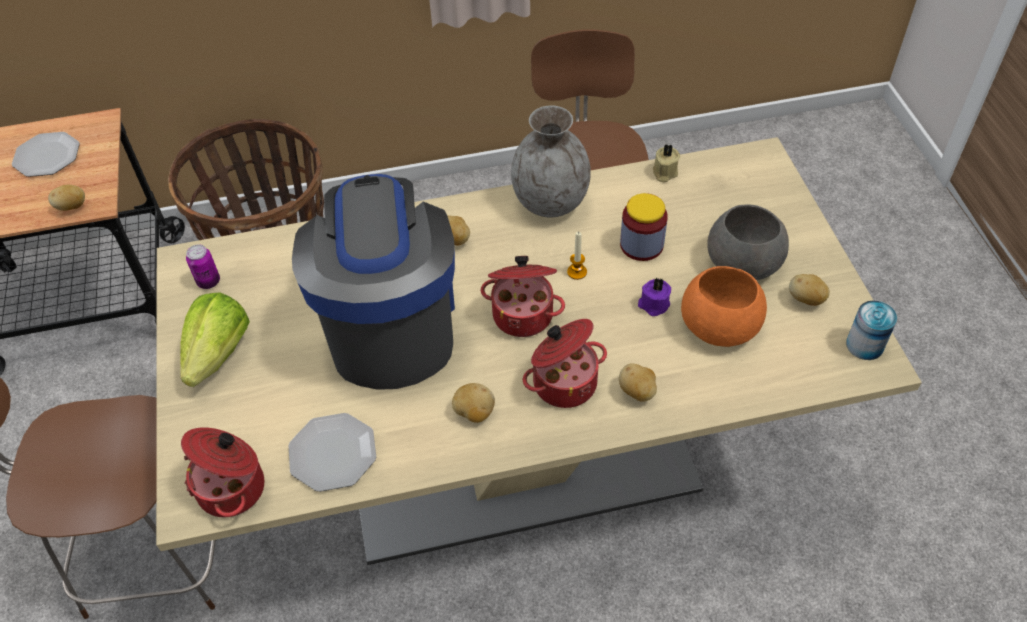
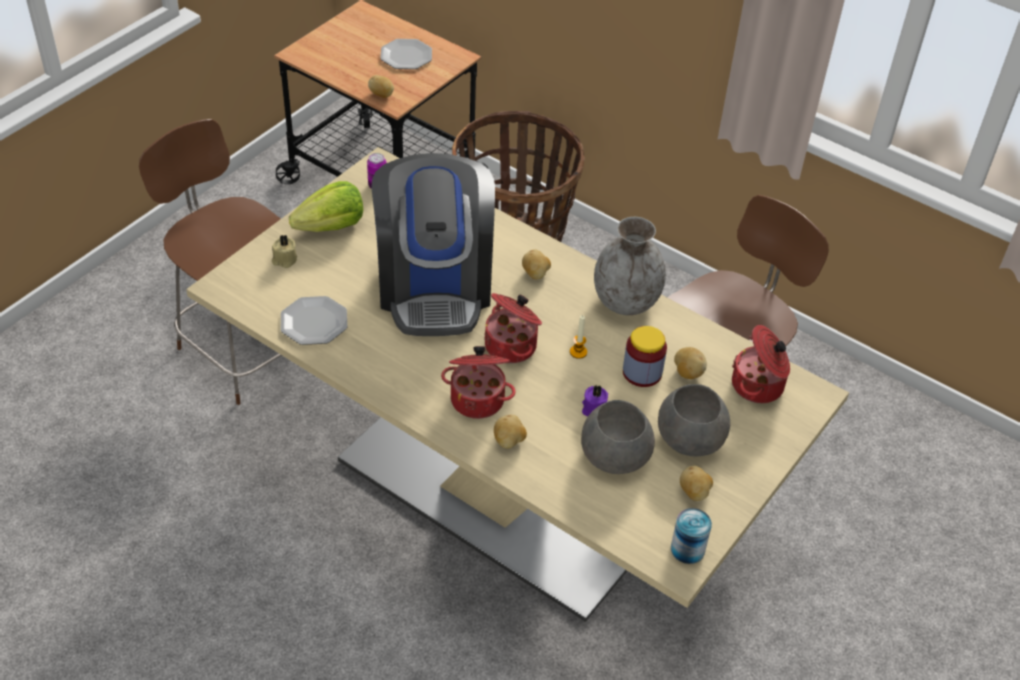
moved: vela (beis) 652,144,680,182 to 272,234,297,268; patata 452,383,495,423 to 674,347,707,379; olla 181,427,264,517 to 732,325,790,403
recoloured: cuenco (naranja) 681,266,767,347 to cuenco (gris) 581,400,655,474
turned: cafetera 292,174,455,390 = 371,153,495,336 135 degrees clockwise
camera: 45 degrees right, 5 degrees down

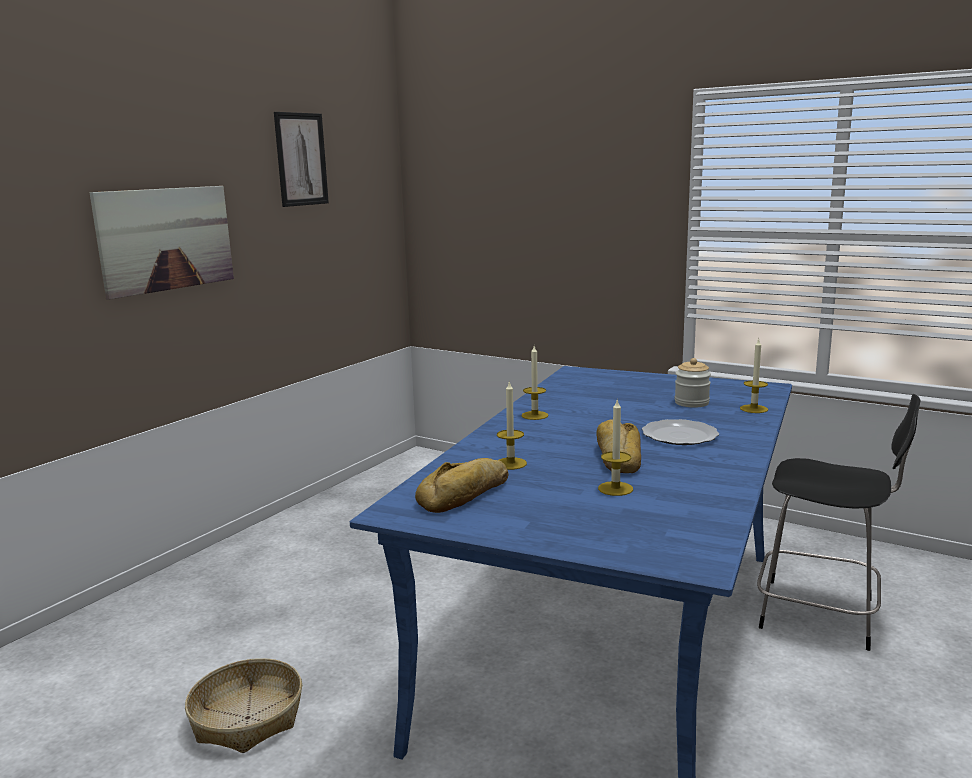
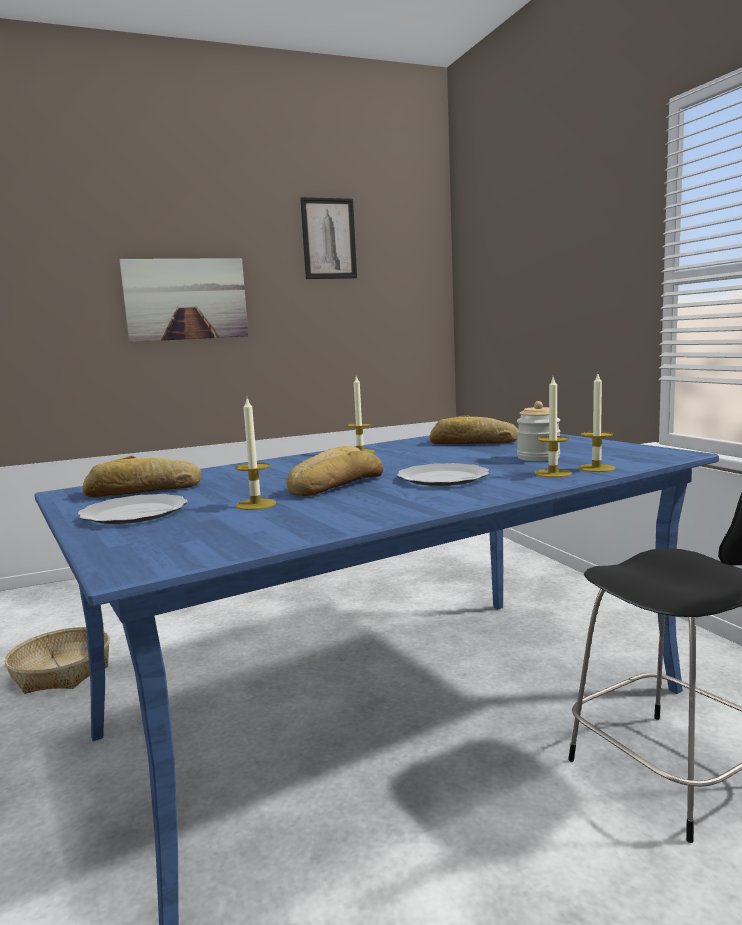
added: plato 77,494,188,524; pan 429,415,518,444
moved: vela 497,381,527,470 to 535,377,572,478
camera: 35 degrees right, 5 degrees down

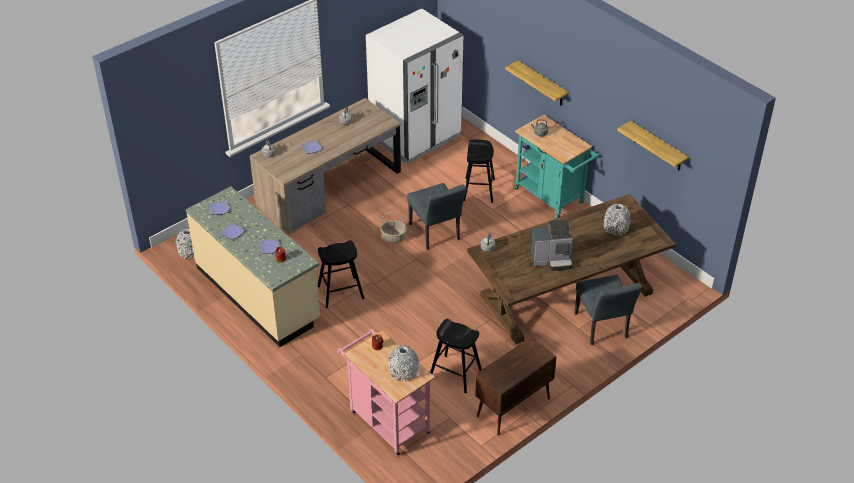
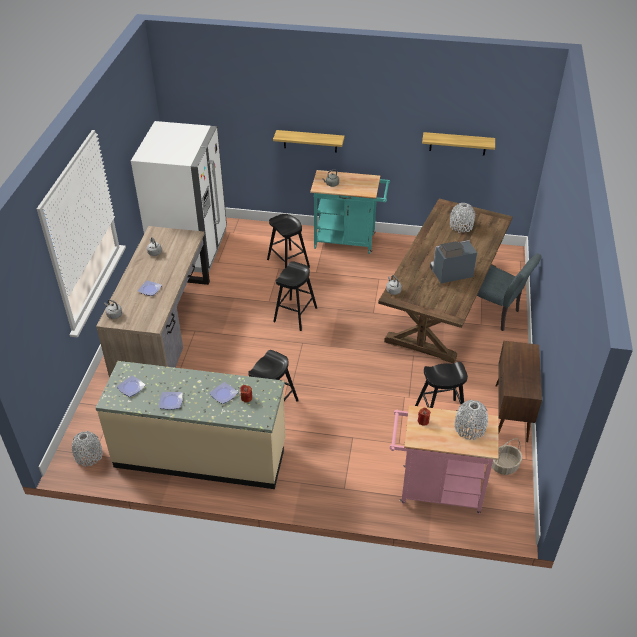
moved: cesta 380,212,407,243 to 492,438,523,475
replaced: silla (gris) 407,183,467,250 to taburete (negro) 273,261,317,331
turned: cafetera 531,219,573,271 = 430,240,477,283 150 degrees counterclockwise
camera: 40 degrees left, 0 degrees up

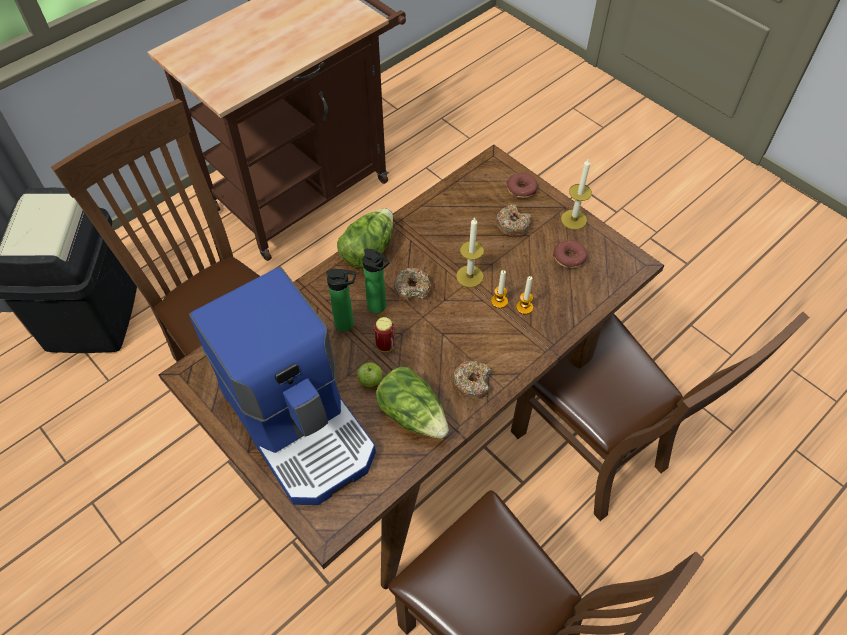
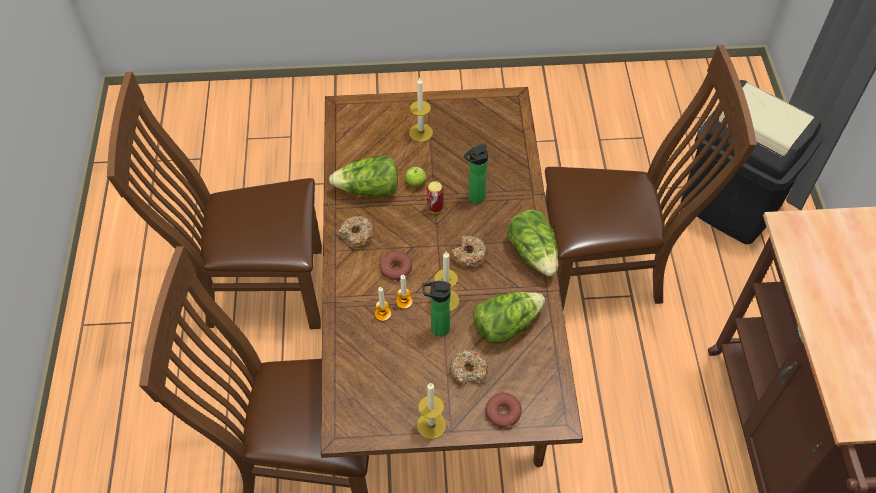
added: lechuga 473,292,545,344
moved: rosquilla 553,240,587,268 to 380,251,412,282; botella 363,248,390,314 to 422,281,451,337
replaced: cafetera 189,267,376,505 to vela 409,77,433,142
camera: 130 degrees right, 0 degrees up

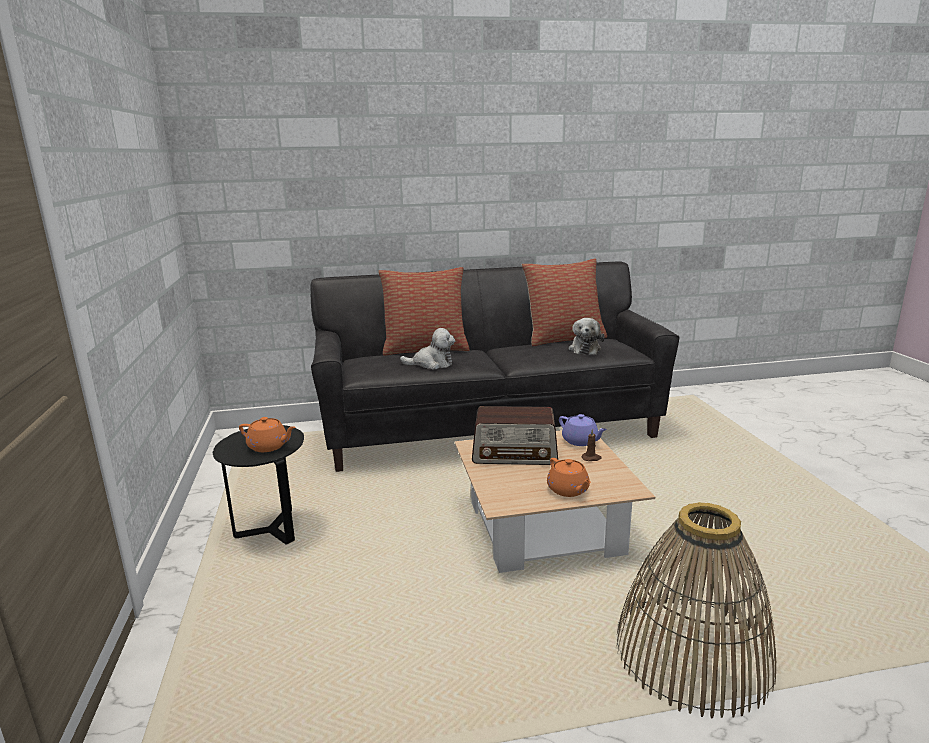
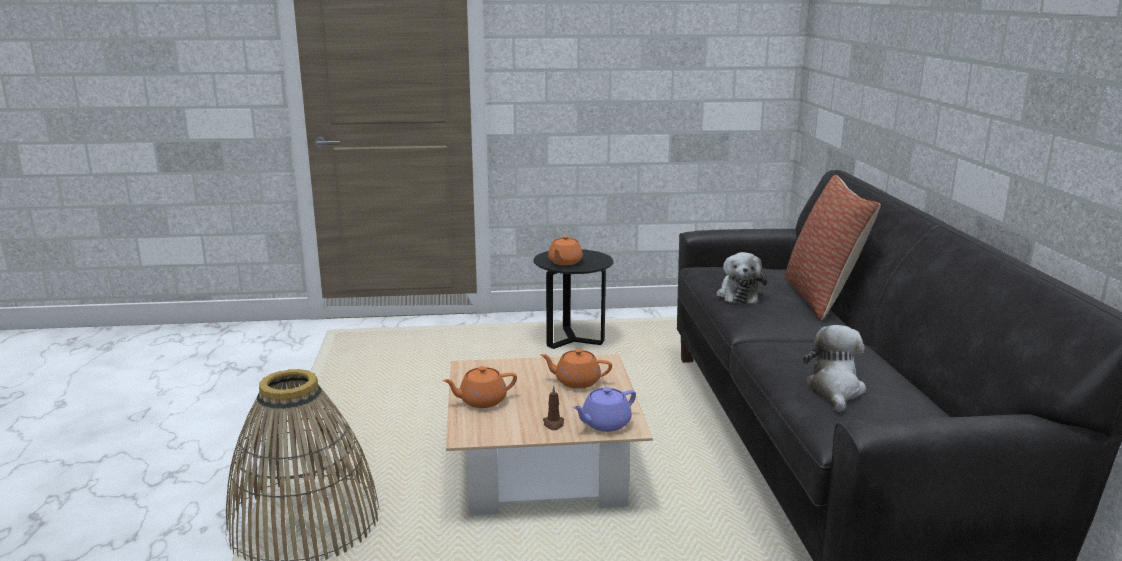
removed: cojín 522,259,607,346
replaced: radio 472,406,558,465 to tetera (naranja) 540,349,612,389
turned: peluche 568,318,605,355 = 803,325,866,412 90 degrees clockwise
camera: 95 degrees right, 0 degrees up

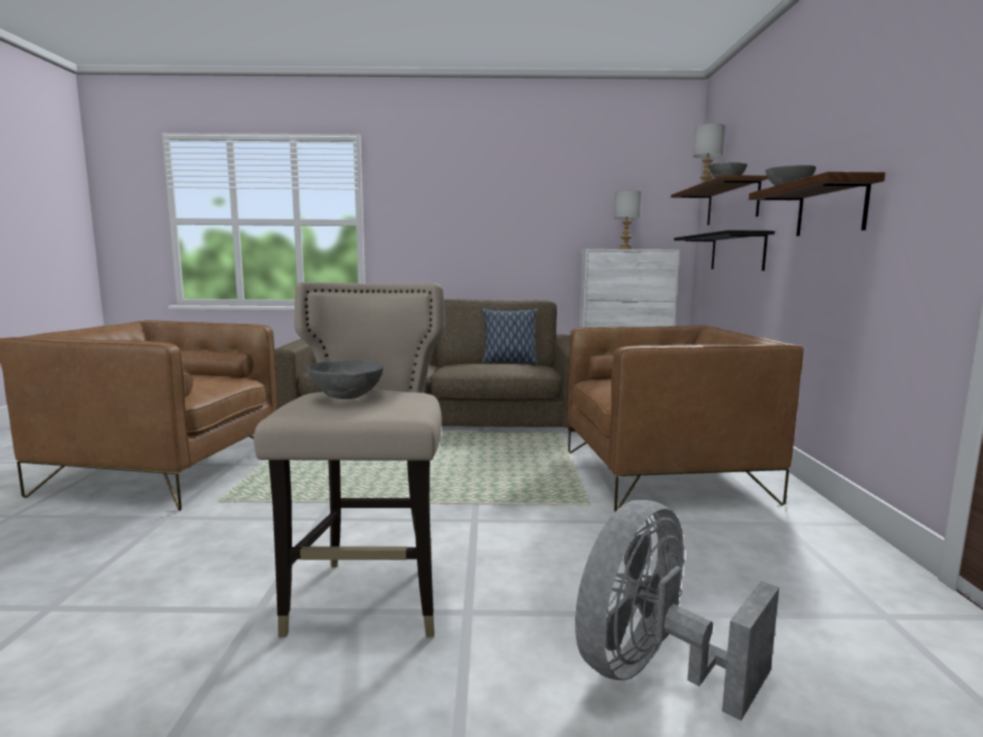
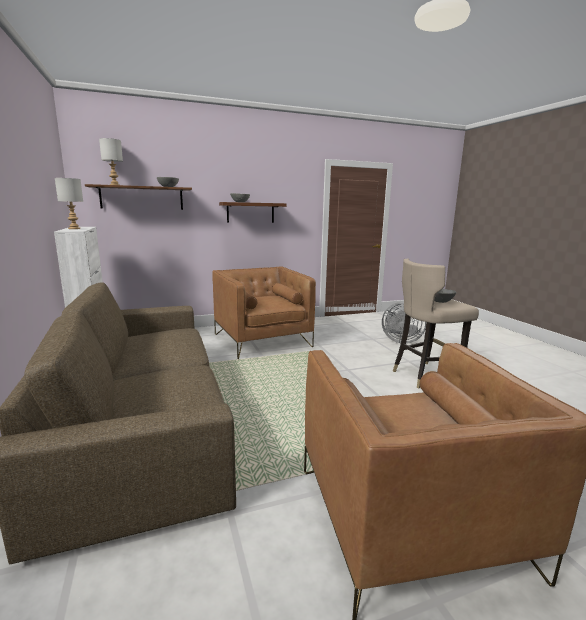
removed: cojín 481,309,538,364; estante (negro) 674,230,775,271
camera: 110 degrees left, 5 degrees up

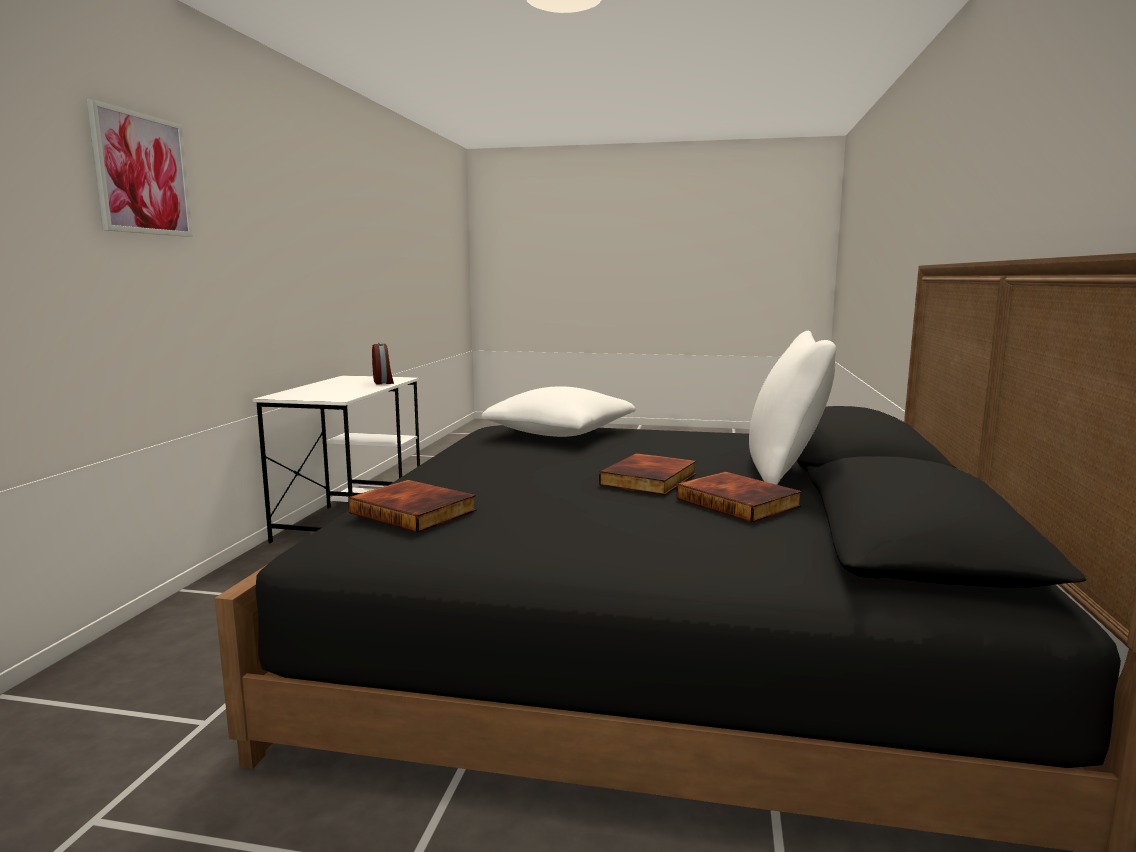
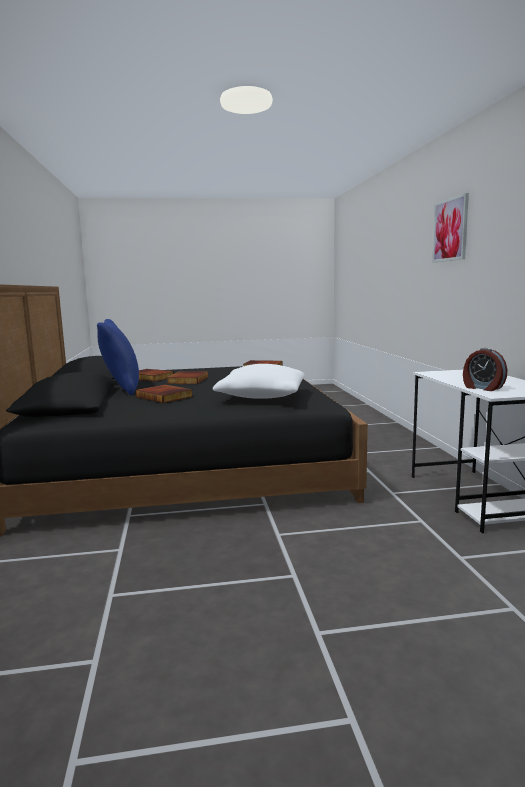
added: libro 136,385,193,403
recoloured: cojín (blanco) 749,331,836,485 to cojín (azul) 97,319,139,395
camera: 160 degrees right, 0 degrees up

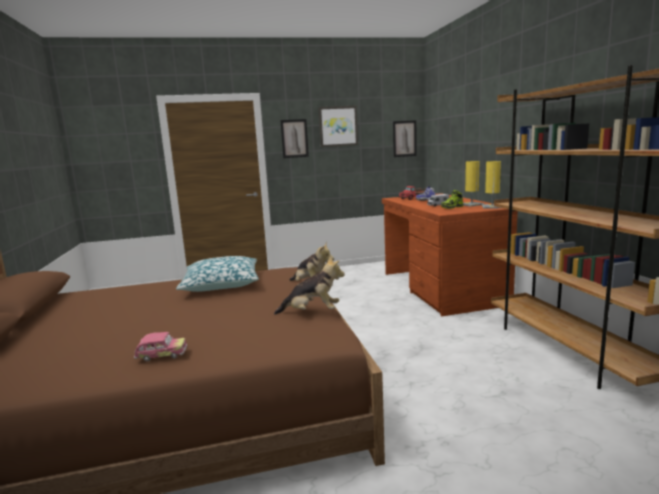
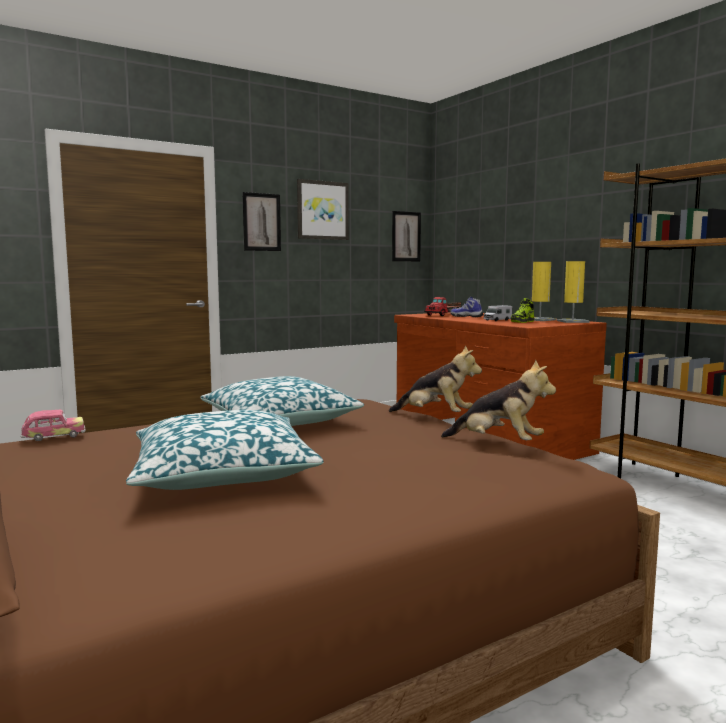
added: cojín 126,410,324,490
moved: coche de juguete 133,332,187,361 to 20,410,86,441
turned: peluche 274,256,345,315 = 441,360,556,440 45 degrees clockwise
camera: 20 degrees left, 5 degrees down

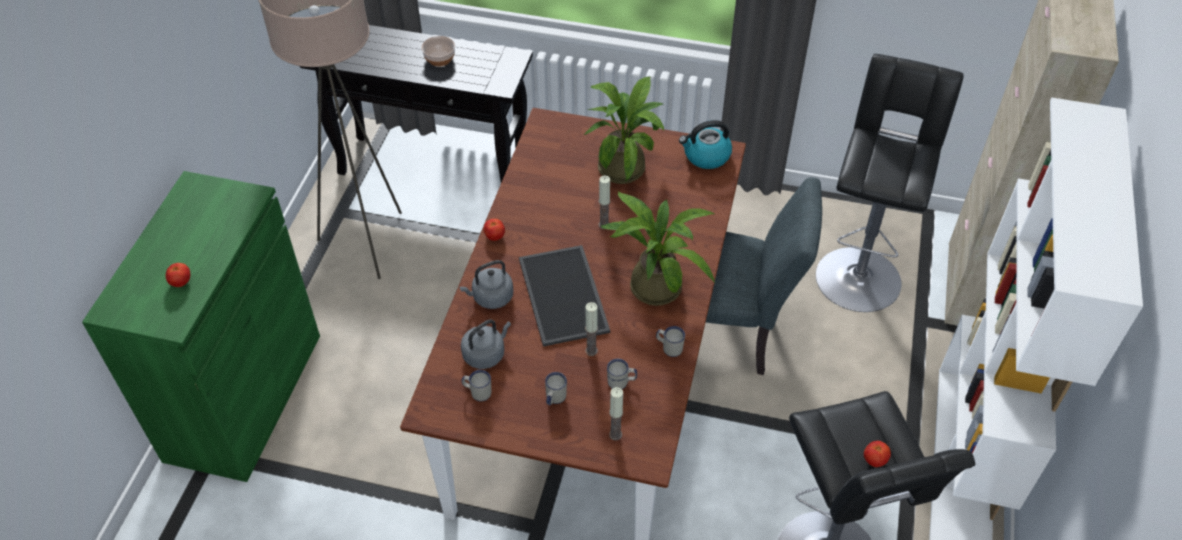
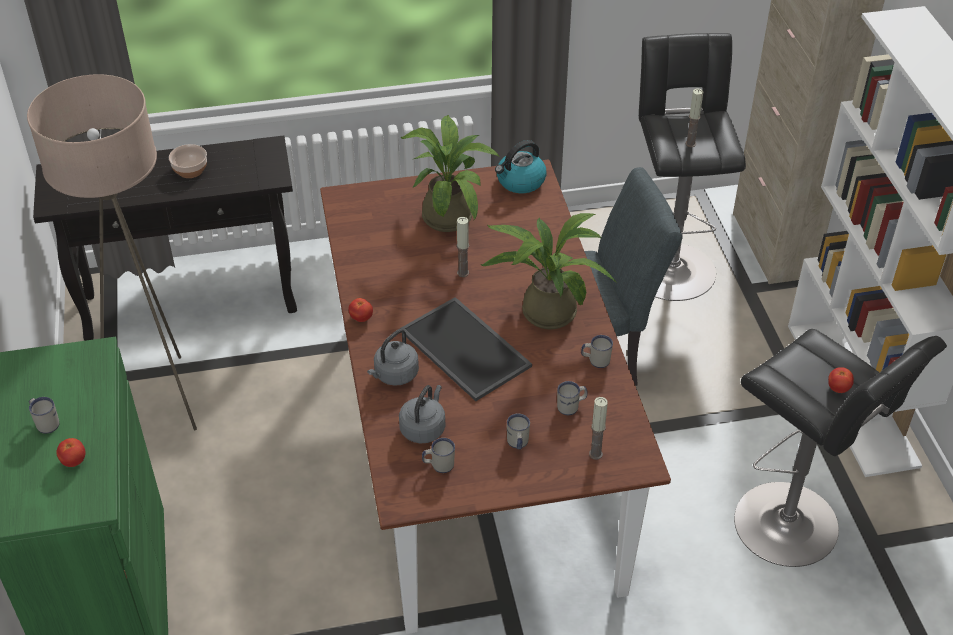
added: taza grande (blanco) 29,397,60,434
moved: vela 585,302,598,356 to 685,89,704,147
camera: 25 degrees left, 5 degrees down

